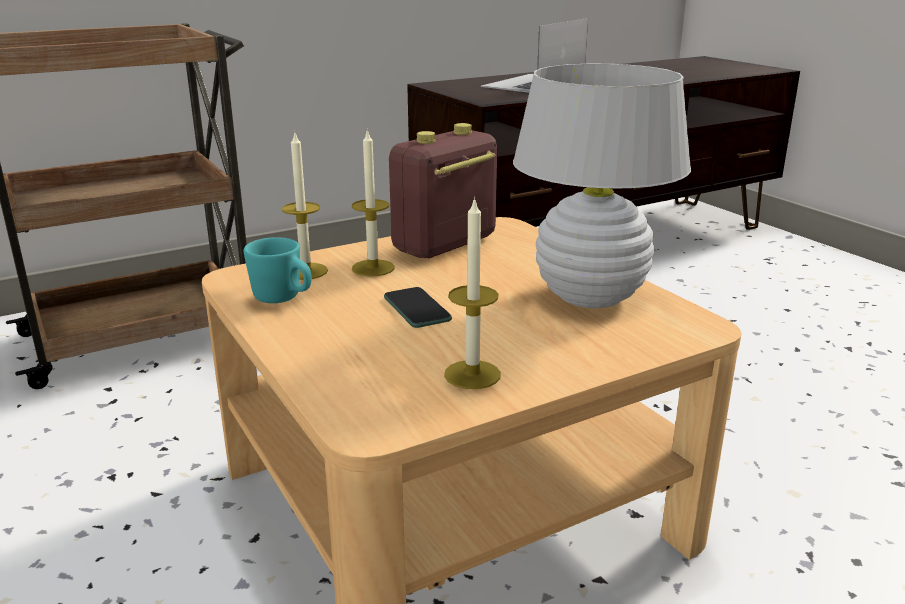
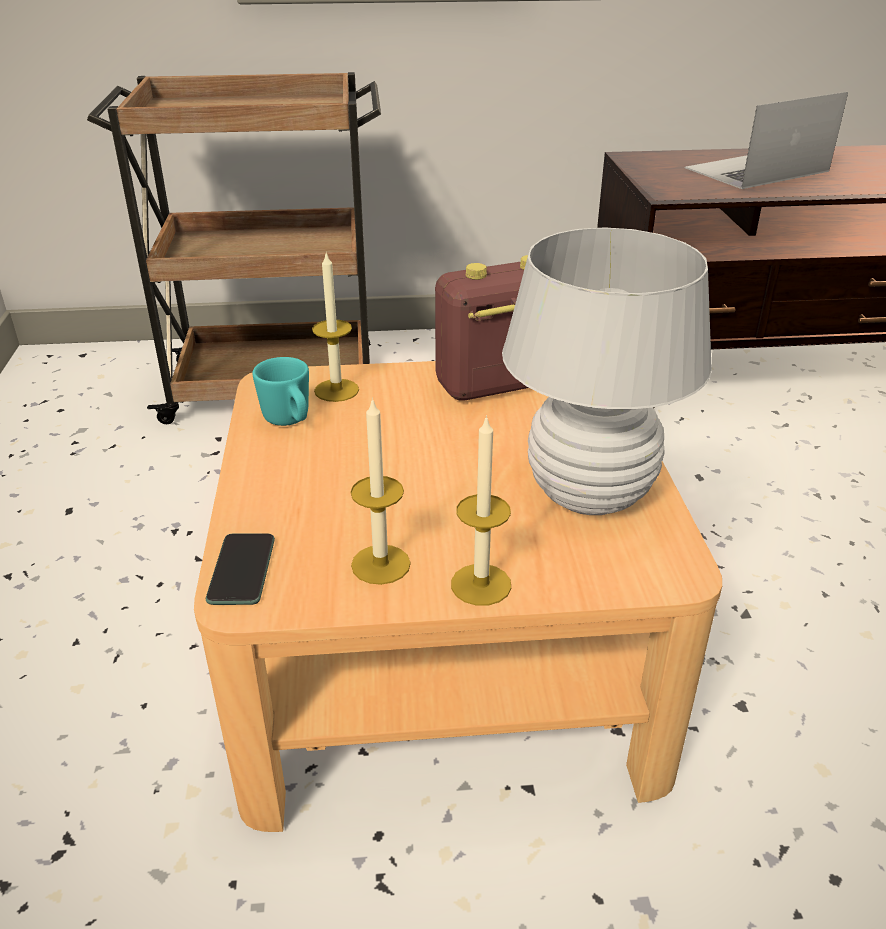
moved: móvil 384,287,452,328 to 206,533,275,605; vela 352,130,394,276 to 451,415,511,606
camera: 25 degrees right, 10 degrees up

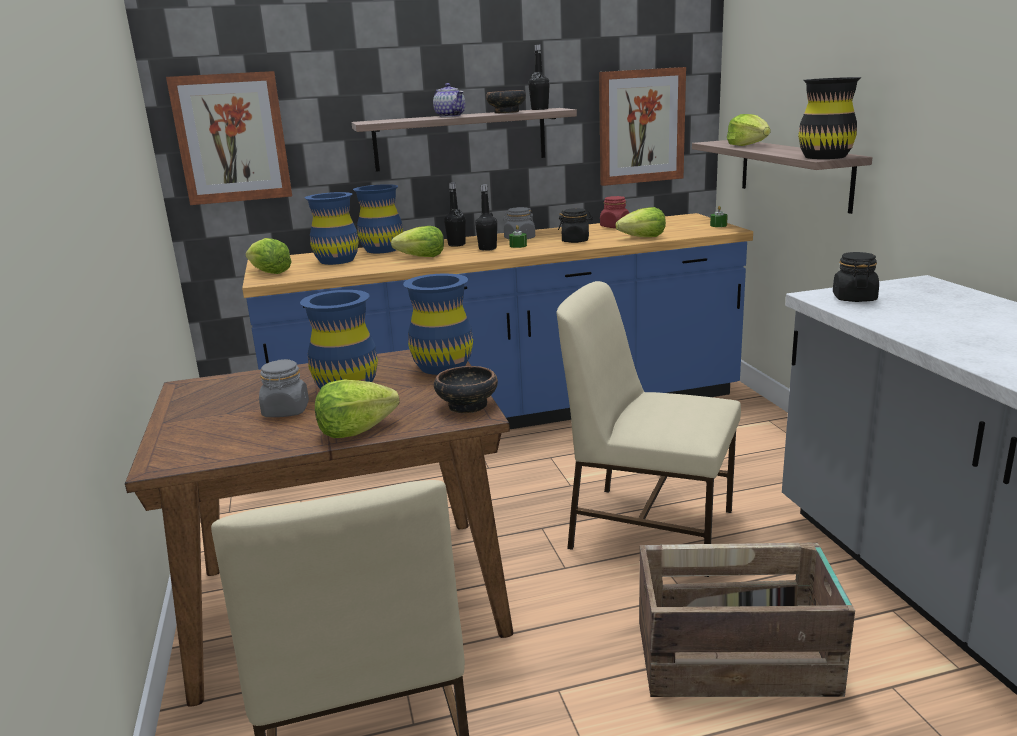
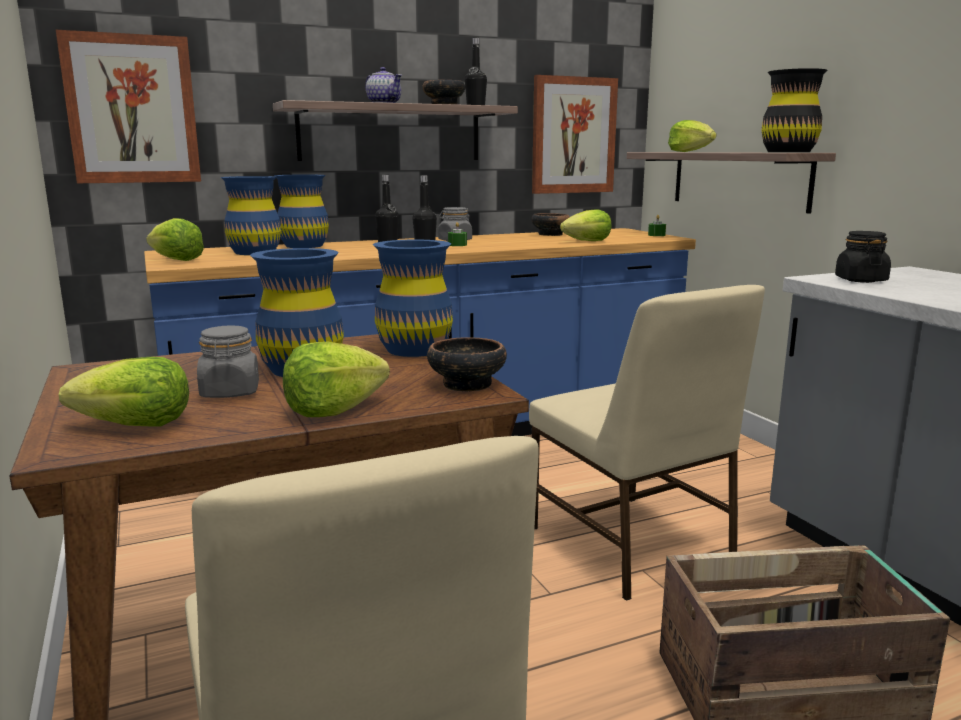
removed: tarro (negro) 558,208,593,243
moved: lechuga 391,226,444,257 to 59,357,189,427
replaced: tarro (rojo) 600,196,629,228 to cuenco 531,213,569,236
turned: silla (beis) 557,281,741,577 = 529,285,765,601 135 degrees counterclockwise
camera: 10 degrees left, 5 degrees down

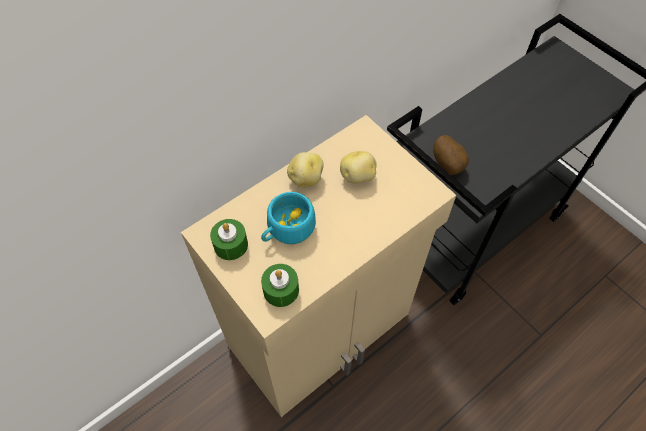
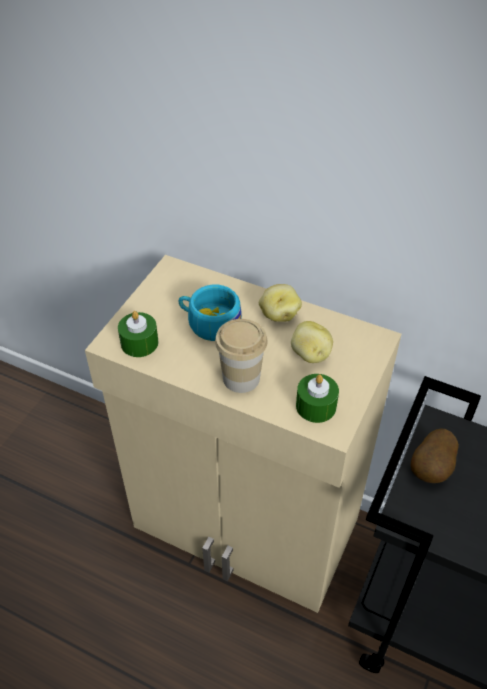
added: taza 215,319,268,393
moved: vela (verde) 210,219,248,260 to 296,374,339,423
camera: 65 degrees right, 10 degrees down

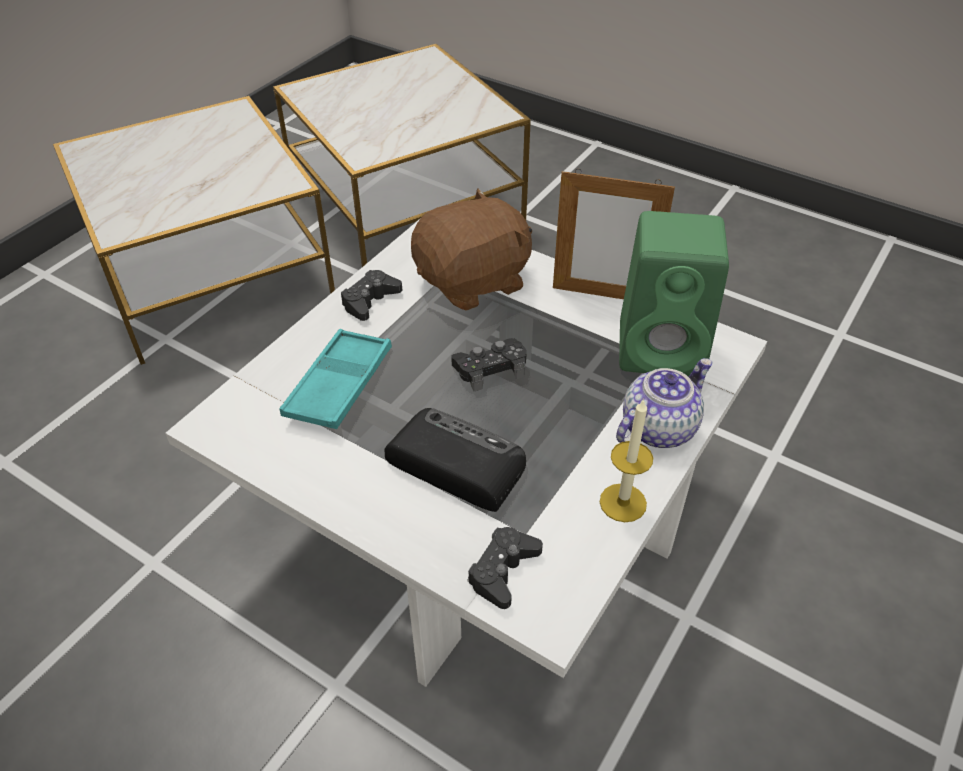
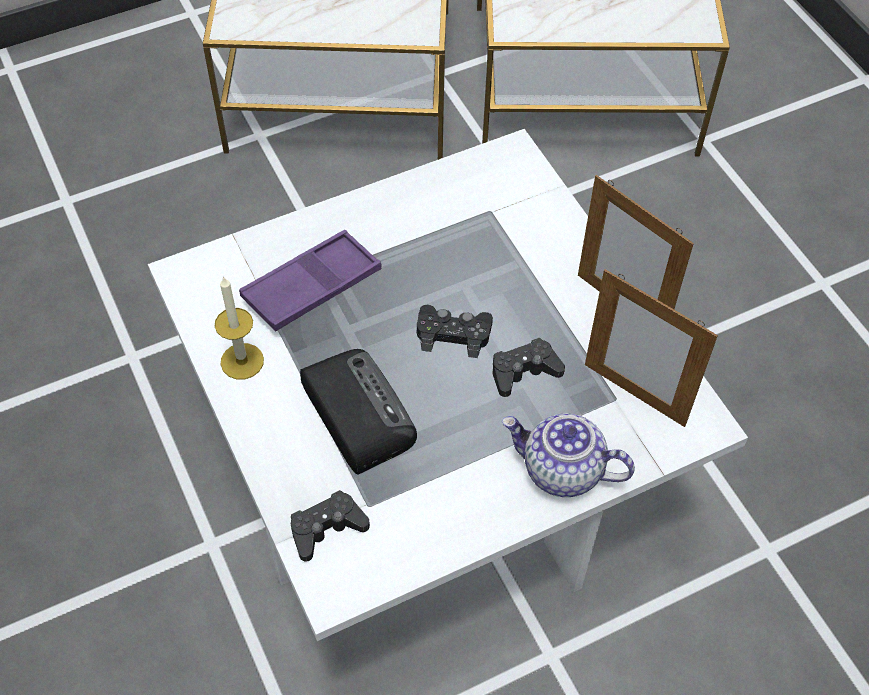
removed: peluche (marrón) 411,188,532,311
moved: vela 600,399,653,522 to 215,276,264,379; mando de consola (negro) 341,270,402,321 to 493,338,565,397
replaced: altavoz (verde) 619,211,729,377 to portarretratos 585,269,718,427
recoloured: bandeja (turquesa) 279,329,392,429 to bandeja (morado) 239,230,381,331
turned: tetera 616,358,712,448 = 501,413,635,497 150 degrees counterclockwise
camera: 30 degrees right, 10 degrees up

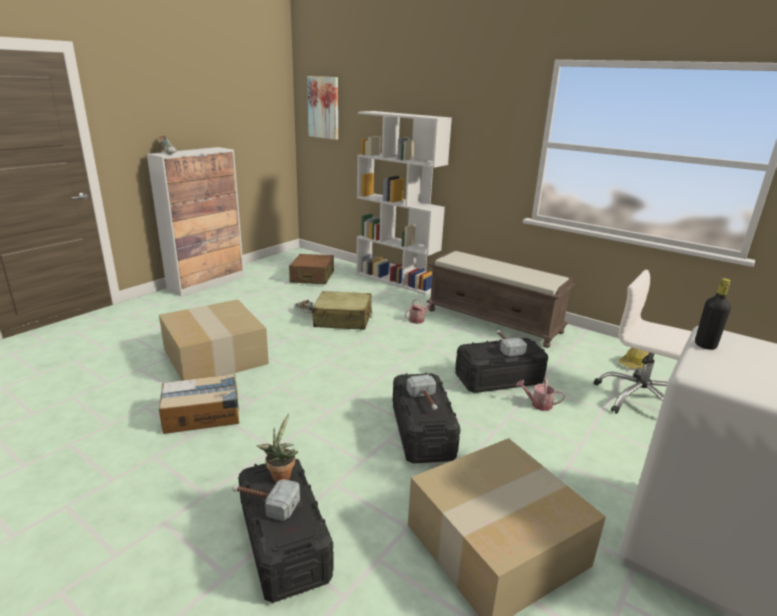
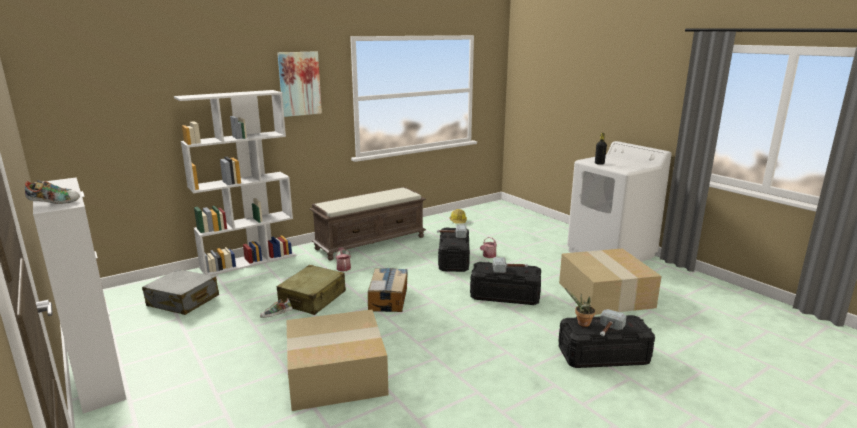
removed: silla de oficina (blanco) 593,270,692,414
moved: cuadro 307,76,338,140 to 277,51,322,117; caja de cartón 159,374,239,434 to 368,268,408,312
recoloured: maleta (marrón) 289,254,334,284 to maleta (gris) 142,269,219,315
camera: 70 degrees left, 5 degrees down

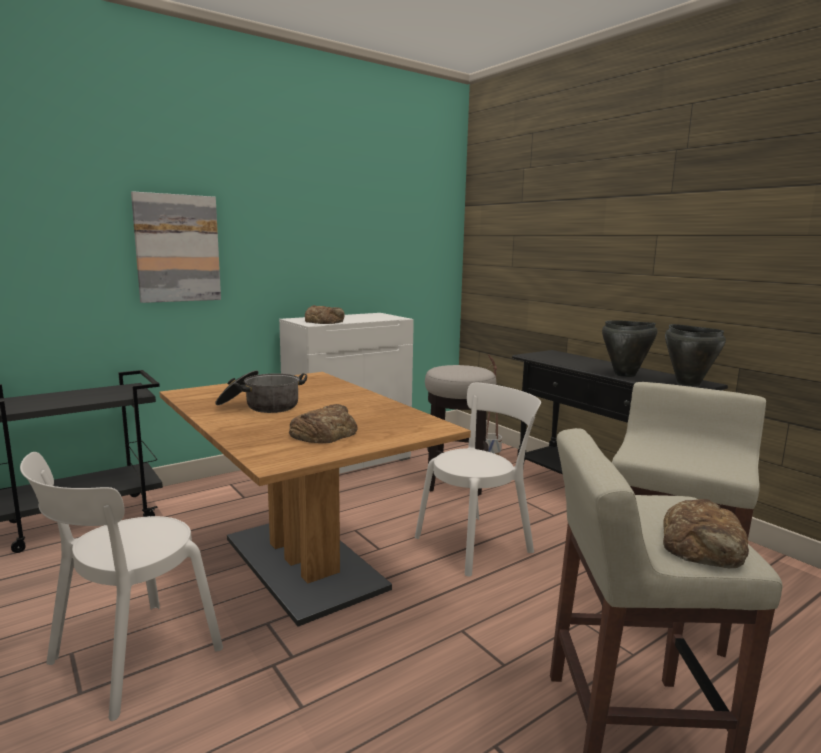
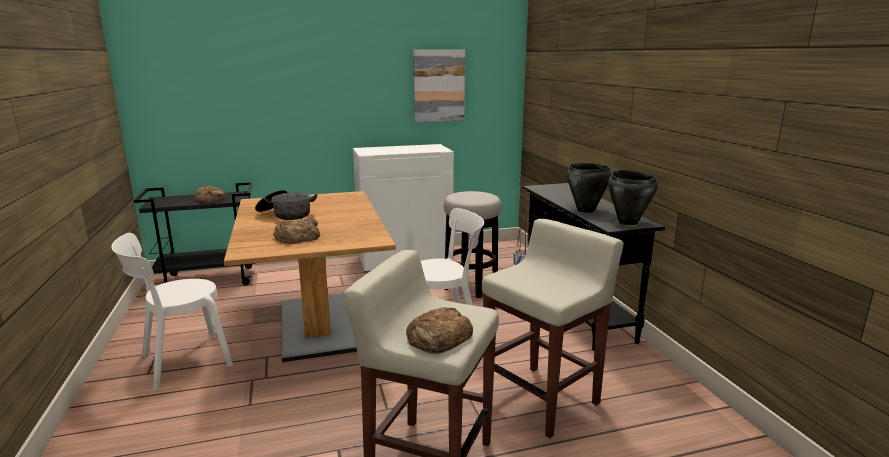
moved: pan 305,305,345,324 to 195,185,226,203; cuadro 131,192,221,303 to 413,50,465,122
camera: 20 degrees right, 5 degrees up

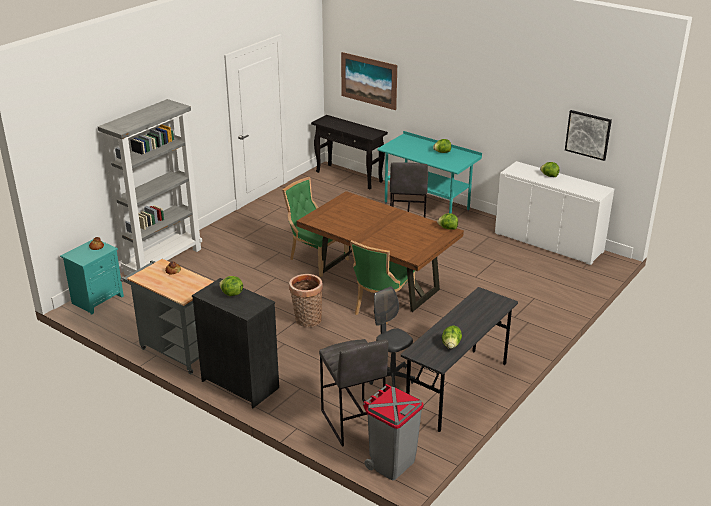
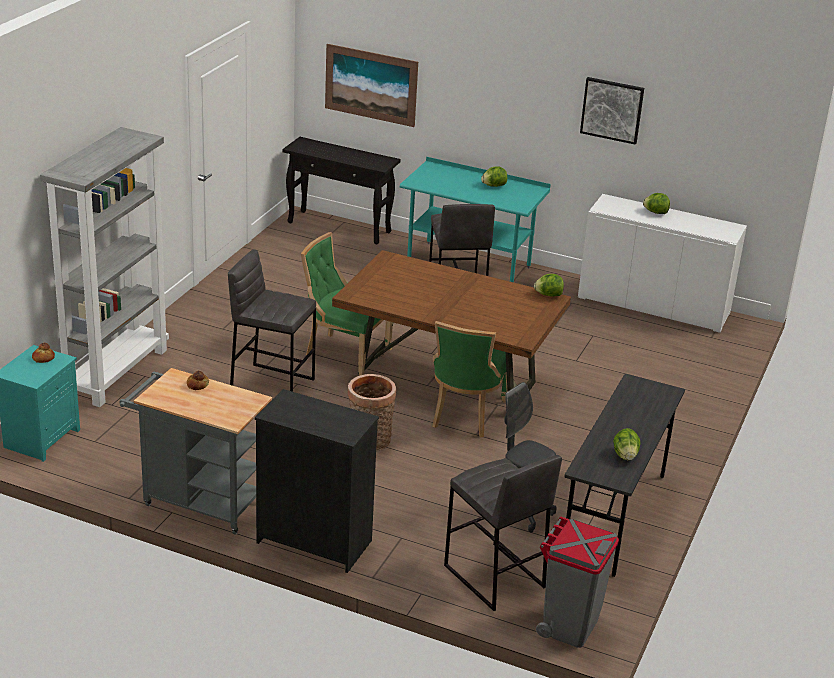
removed: lechuga 219,276,243,296
added: taburete (gris) 228,249,316,401
moved: cuadro 565,110,612,161 to 580,77,644,145
camera: 15 degrees left, 0 degrees up

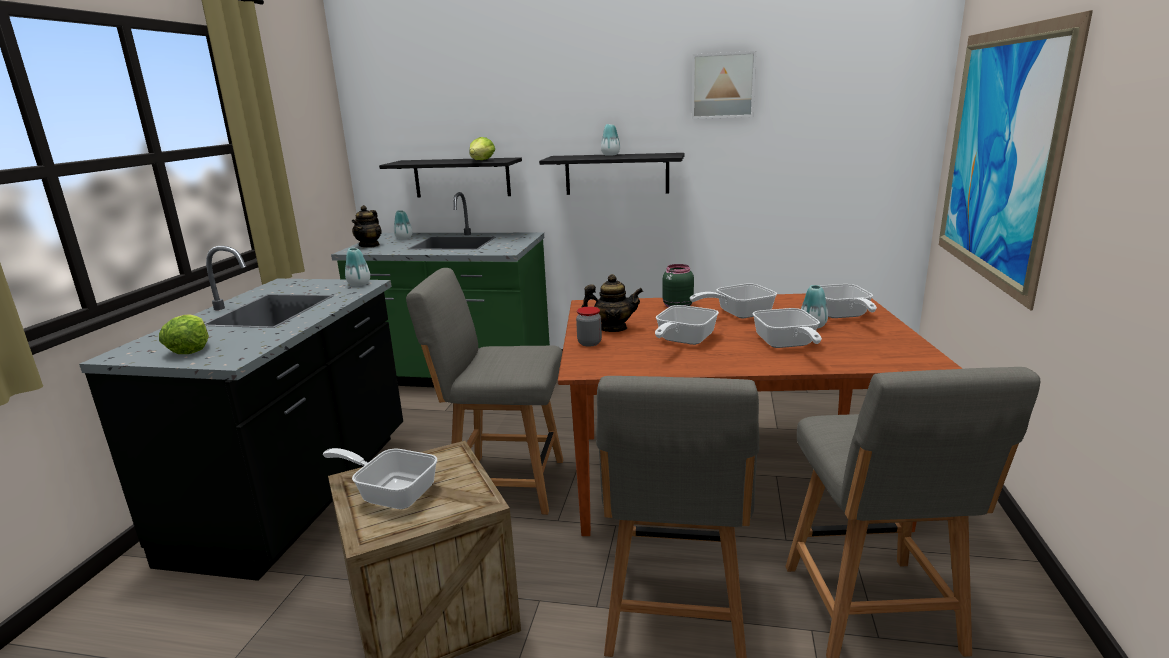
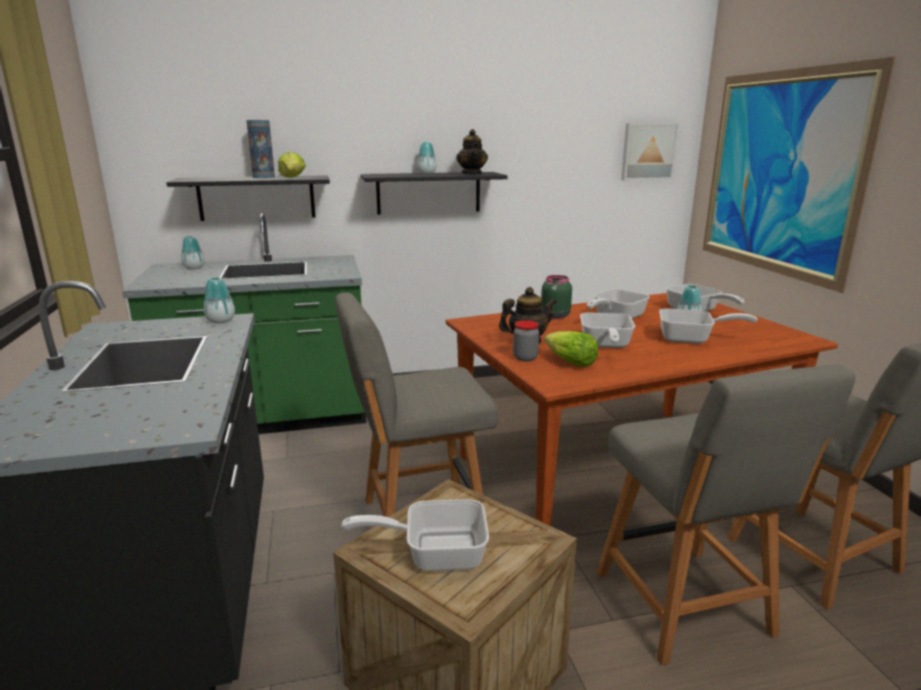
added: florero 247,120,275,178
moved: tetera 352,205,382,248 to 456,129,488,175; lechuga 159,314,209,354 to 544,331,598,367; cuadro 692,51,756,119 to 621,124,679,180
turned: sartén 752,308,822,348 = 659,308,758,344 45 degrees counterclockwise
camera: 25 degrees left, 0 degrees up

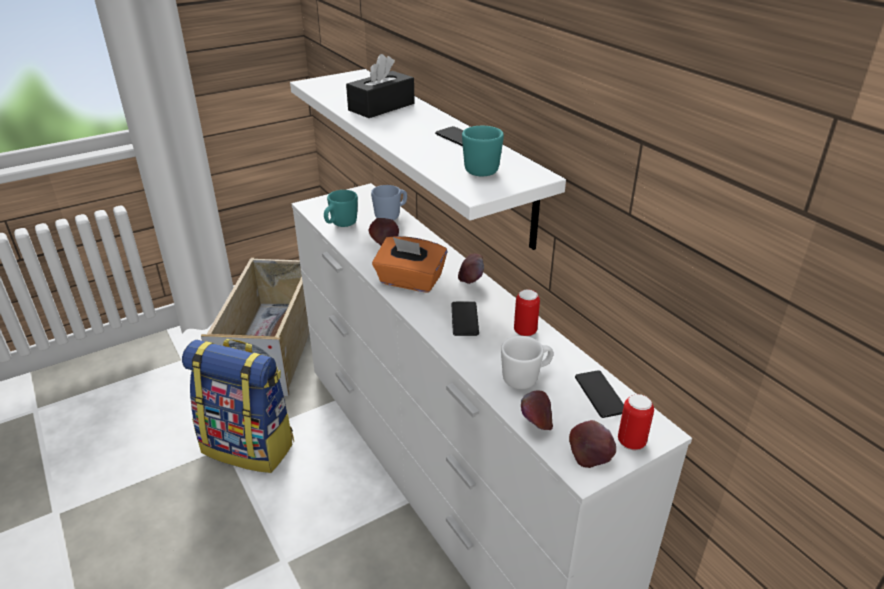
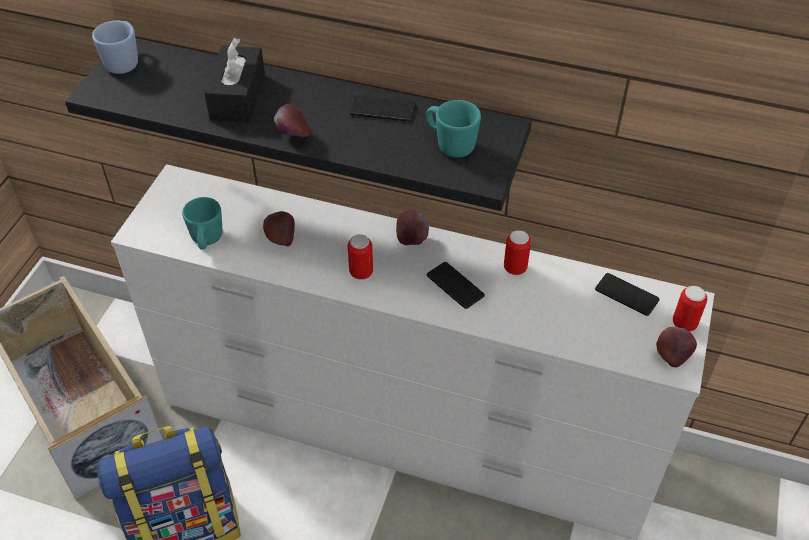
removed: taza grande (blanco) 501,336,553,389
moved: taza grande (azul) 371,185,407,220 to 92,21,138,74; manzana 521,391,553,430 to 274,104,312,137
replaced: caja de pañuelos (naranja) 372,236,447,293 to lata 348,234,373,280
recoloured: estante (blanco) 290,69,566,250 to estante (negro) 65,38,532,211
camera: 40 degrees left, 15 degrees up

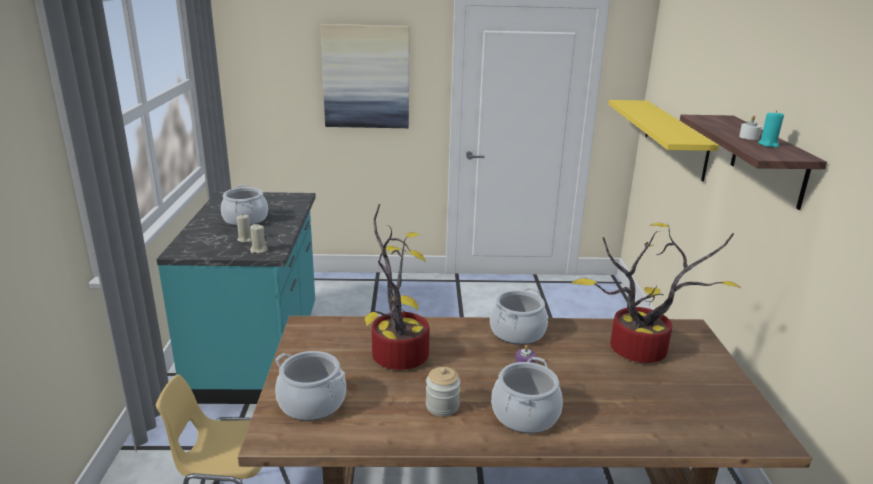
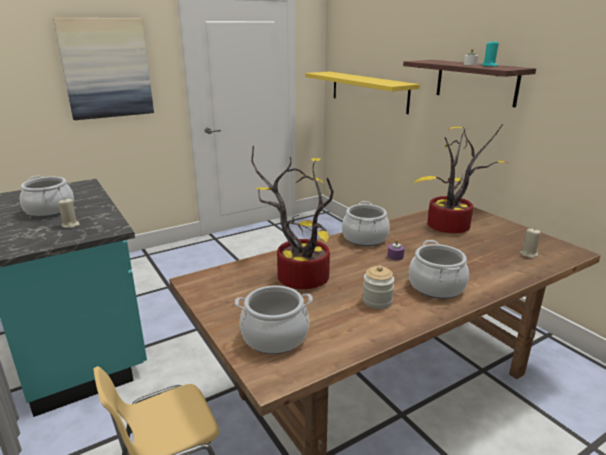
moved: vela (beis) 250,224,268,253 to 520,228,541,258
camera: 30 degrees left, 0 degrees up

